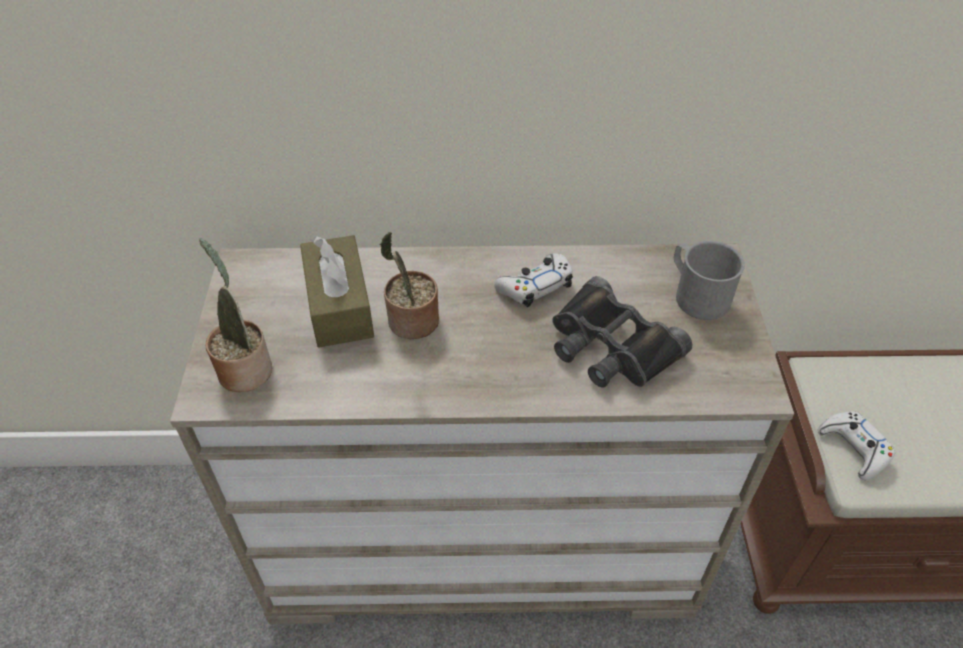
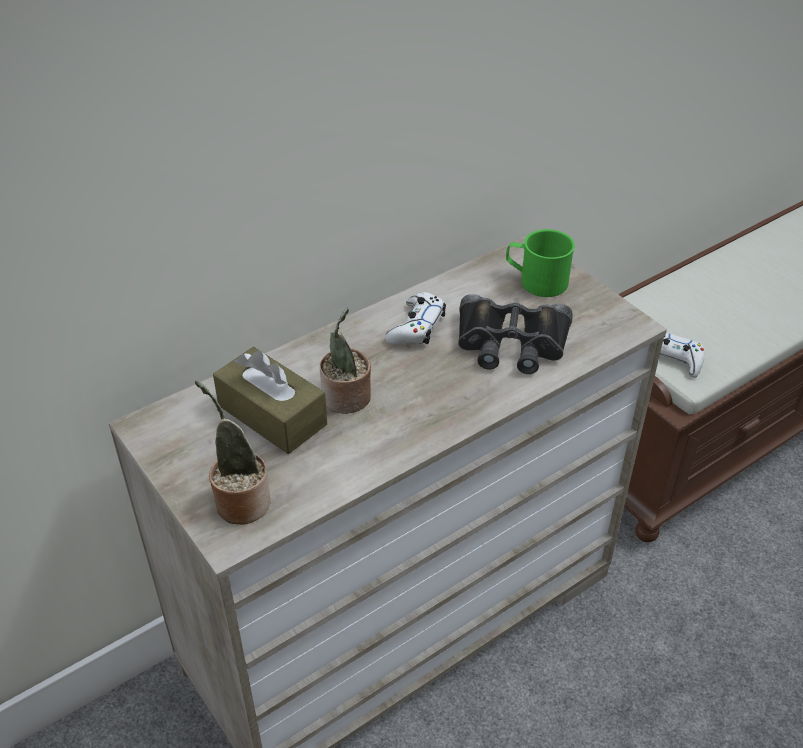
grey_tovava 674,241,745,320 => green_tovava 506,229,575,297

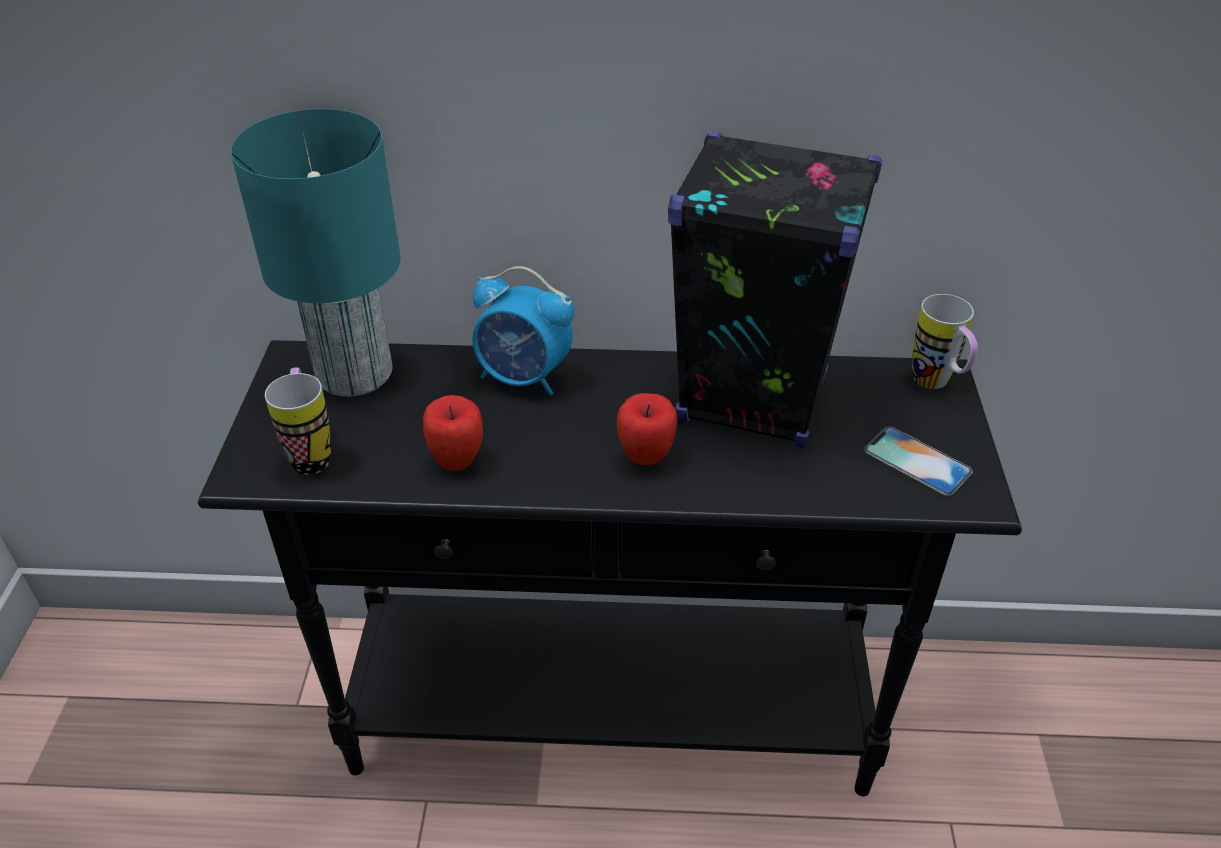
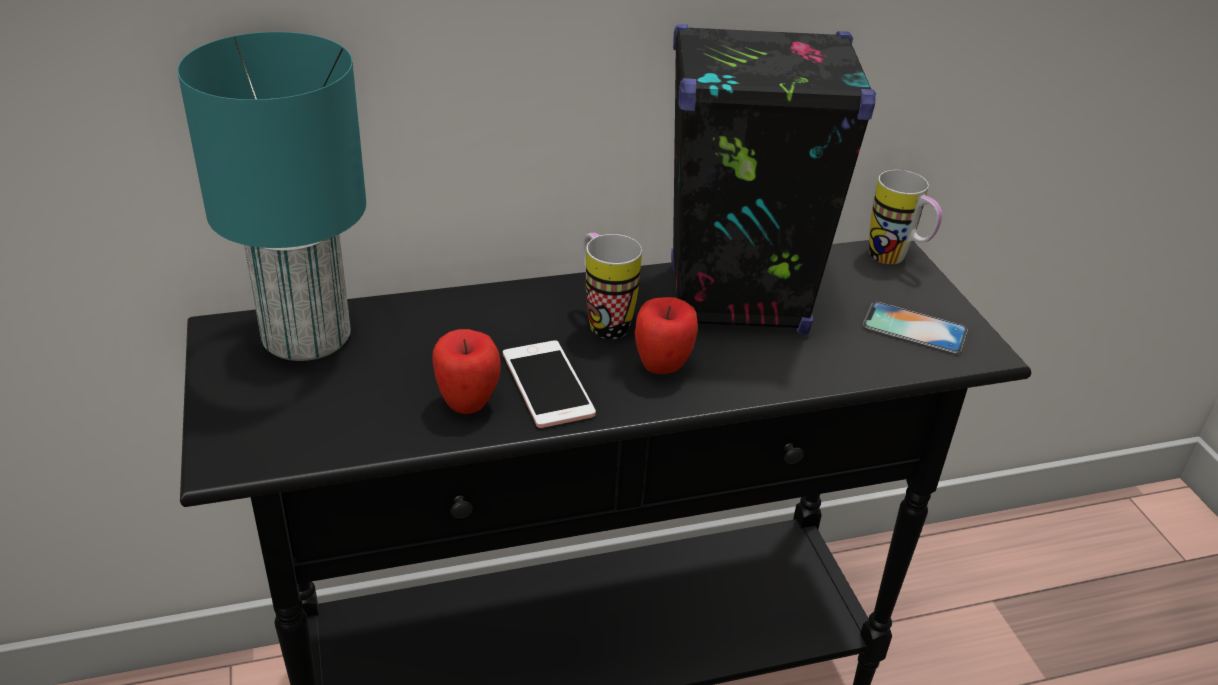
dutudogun 472,266,574,396 => nothing
tovava 265,367,331,475 => tovava 583,233,642,339, moved
nothing => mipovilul 503,340,596,428

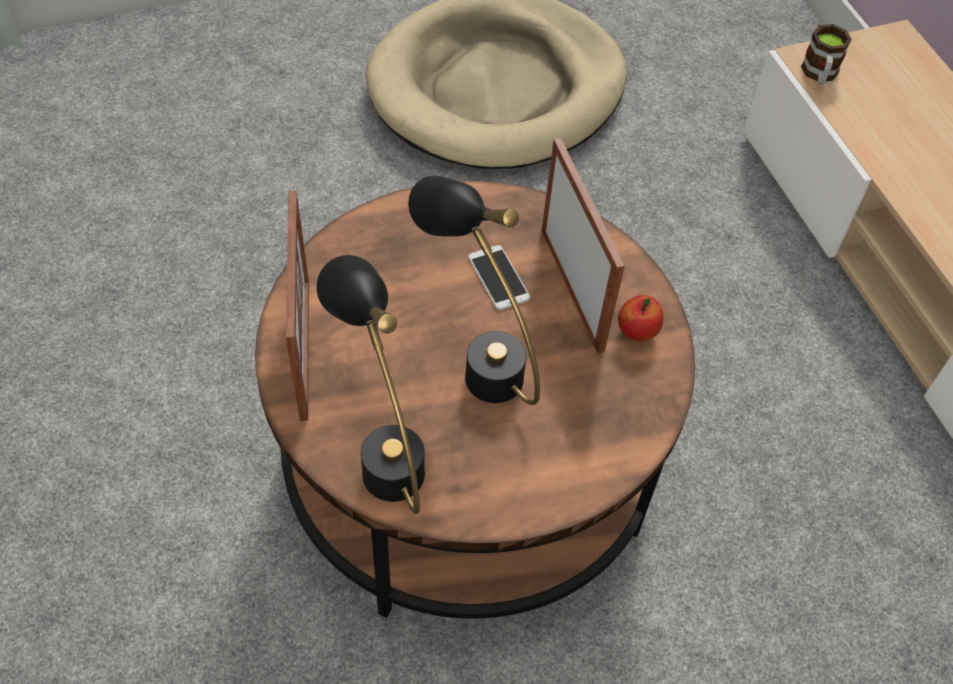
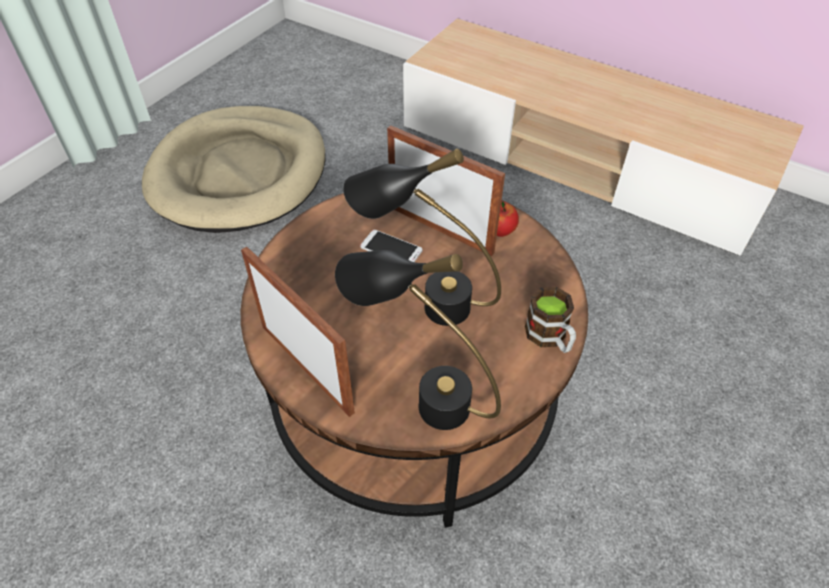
tovava 801,24,852,85 => tovava 525,287,576,353, moved

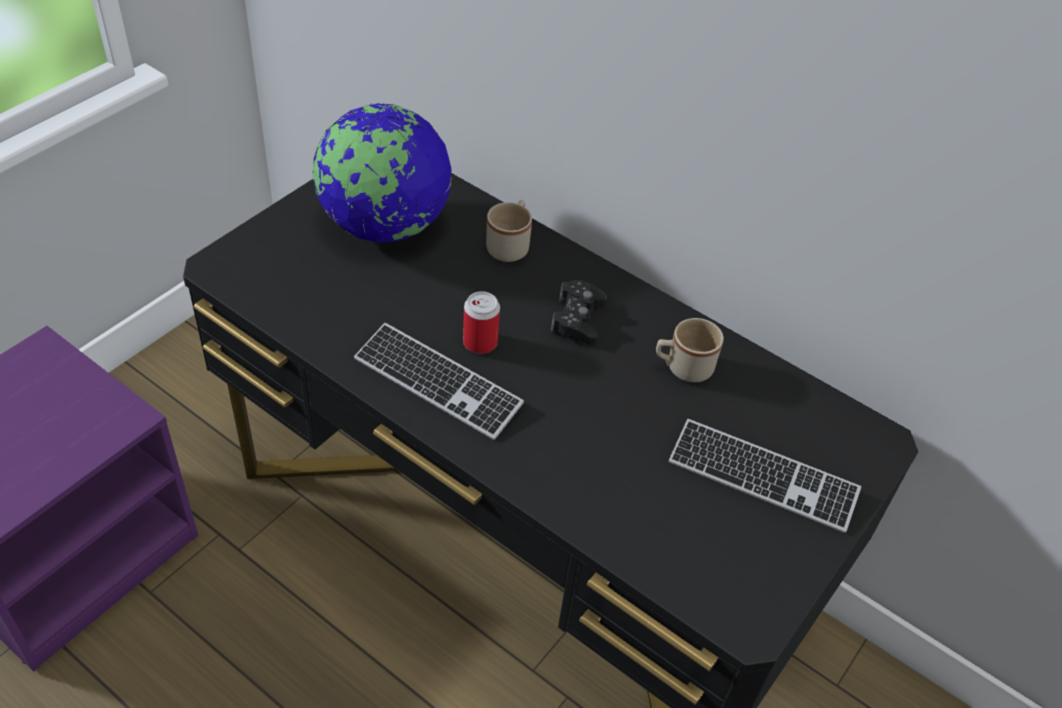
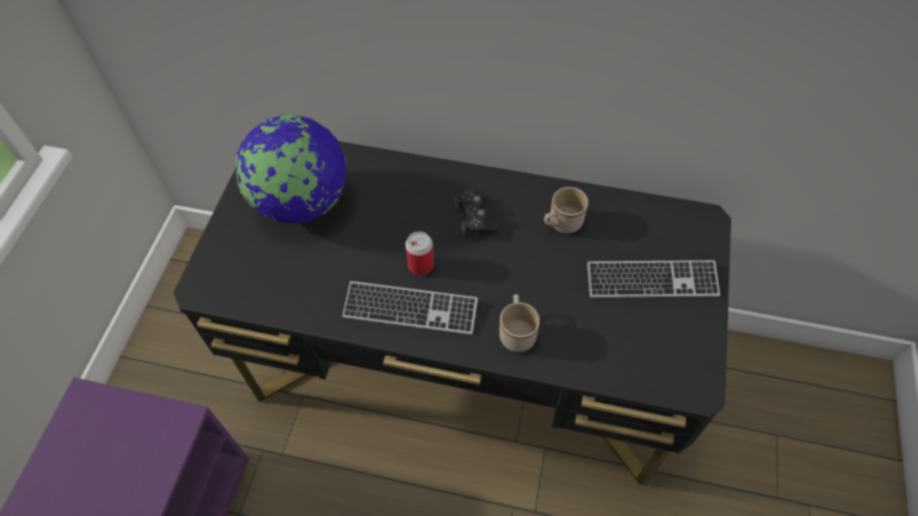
beige_tovava 486,200,532,262 => beige_tovava 499,294,540,352, moved

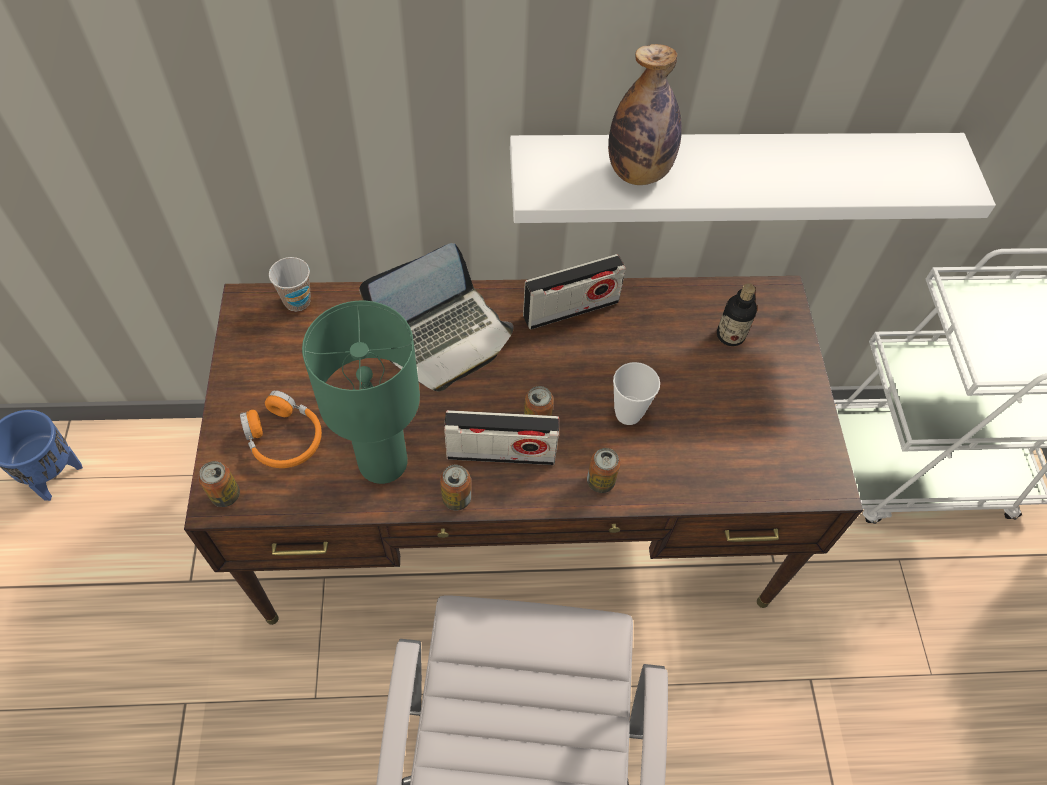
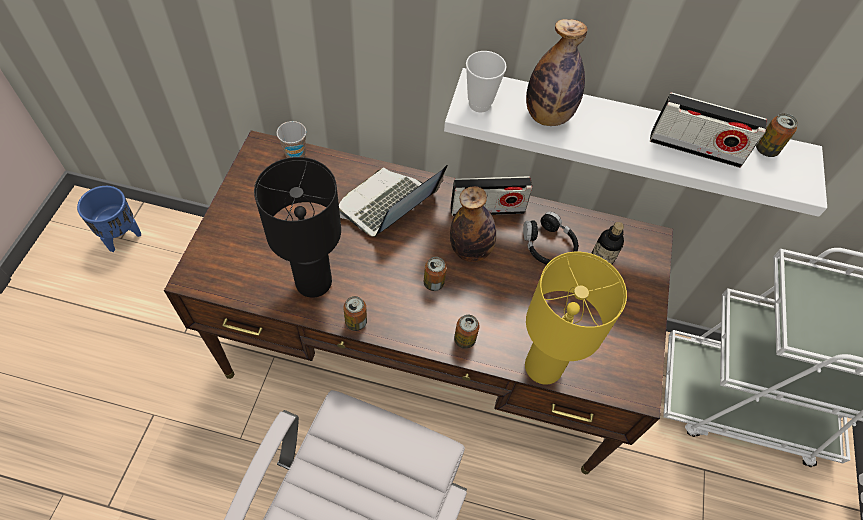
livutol 359,243,514,392 => livutol 339,165,448,237, 150 degrees clockwise
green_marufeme 302,301,420,484 => black_marufeme 254,157,341,298
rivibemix 613,362,660,425 => rivibemix 466,51,507,113, moved
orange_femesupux 240,390,322,468 => nothing
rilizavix 444,410,559,465 => rilizavix 650,92,767,168, moved
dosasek 199,461,240,507 => dosasek 756,113,798,157, moved
nothing => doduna 450,186,496,262
nothing => black_femesupux 523,211,578,265
nothing => yellow_marufeme 525,252,627,385

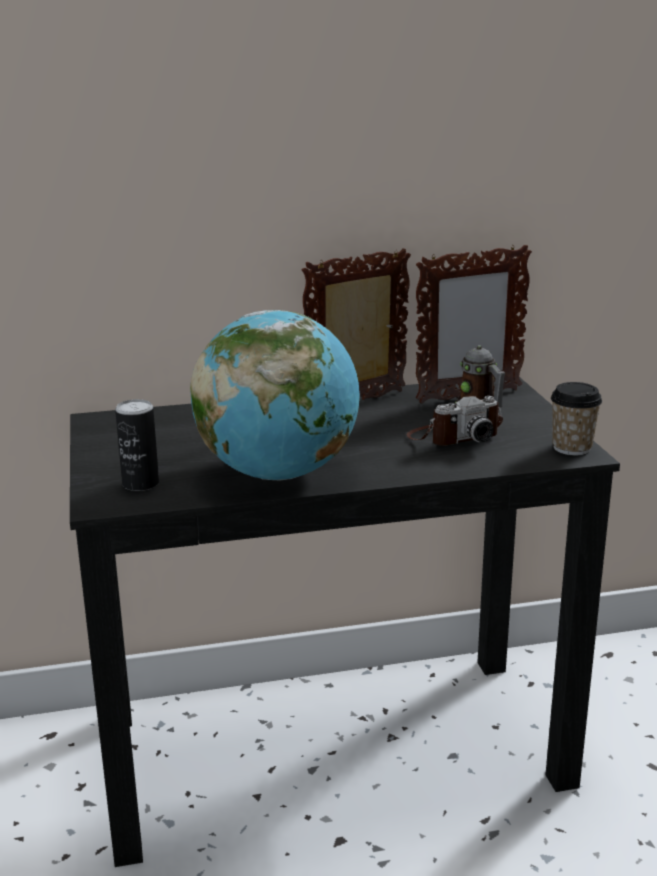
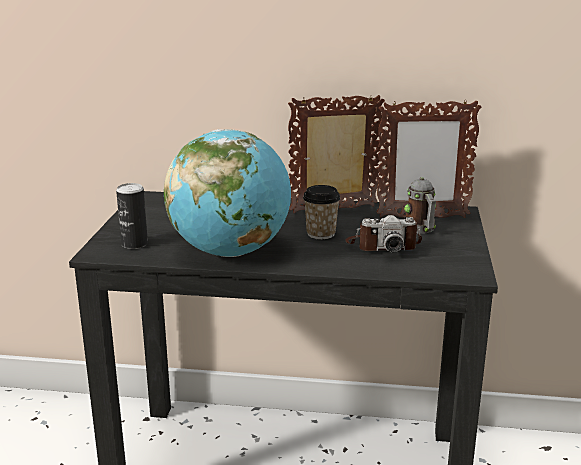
rivibemix 551,382,602,455 => rivibemix 303,185,340,240, moved

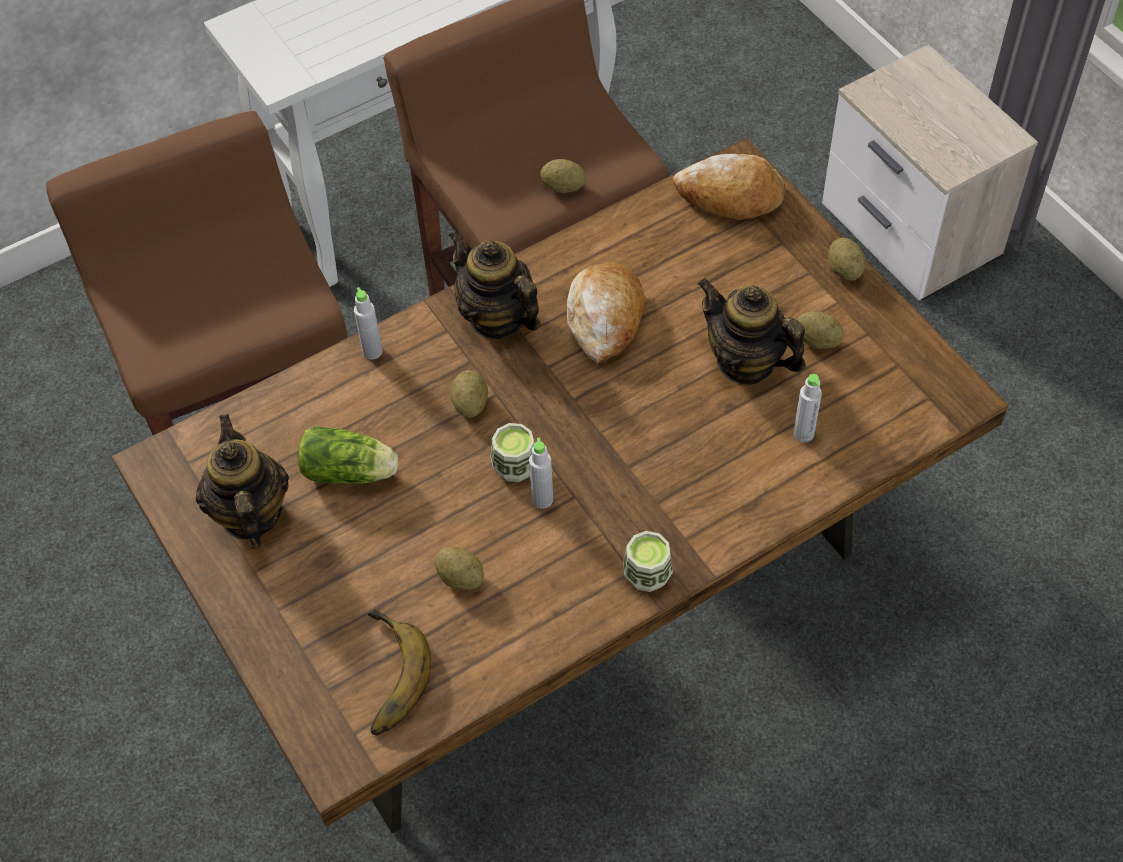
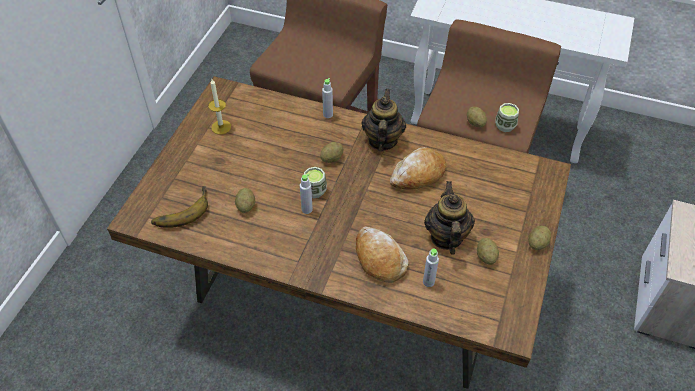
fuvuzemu 673,154,785,220 => fuvuzemu 356,226,409,283, moved
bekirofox 196,414,289,550 => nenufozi 208,79,231,134
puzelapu 298,426,398,484 => nothing
rivibemix 623,531,673,592 => rivibemix 495,103,519,132, moved

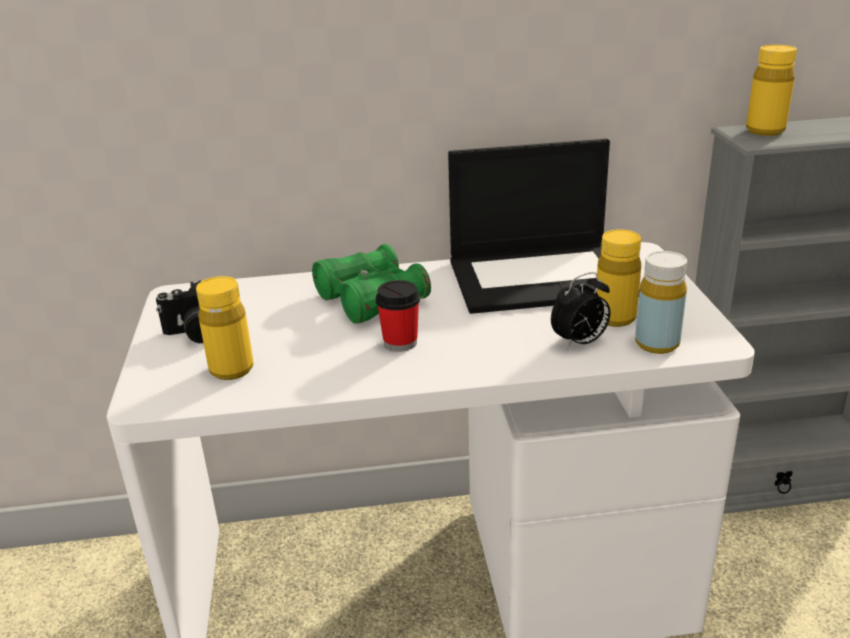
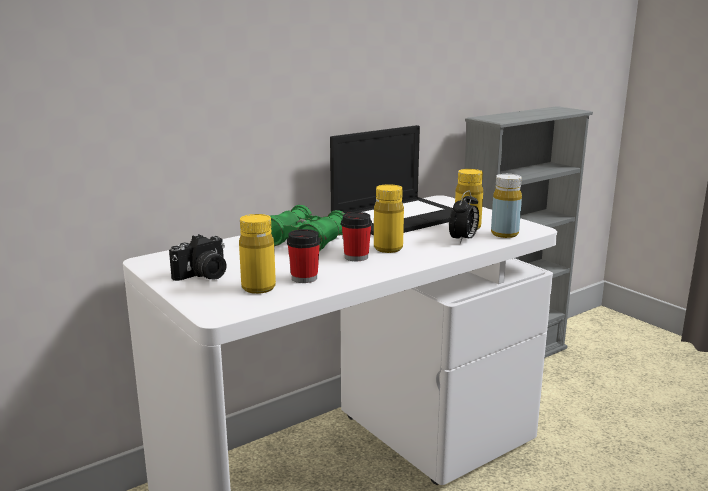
yellow_doduna 746,45,797,136 => yellow_doduna 374,184,404,253, moved
nothing => rivibemix 287,229,321,283

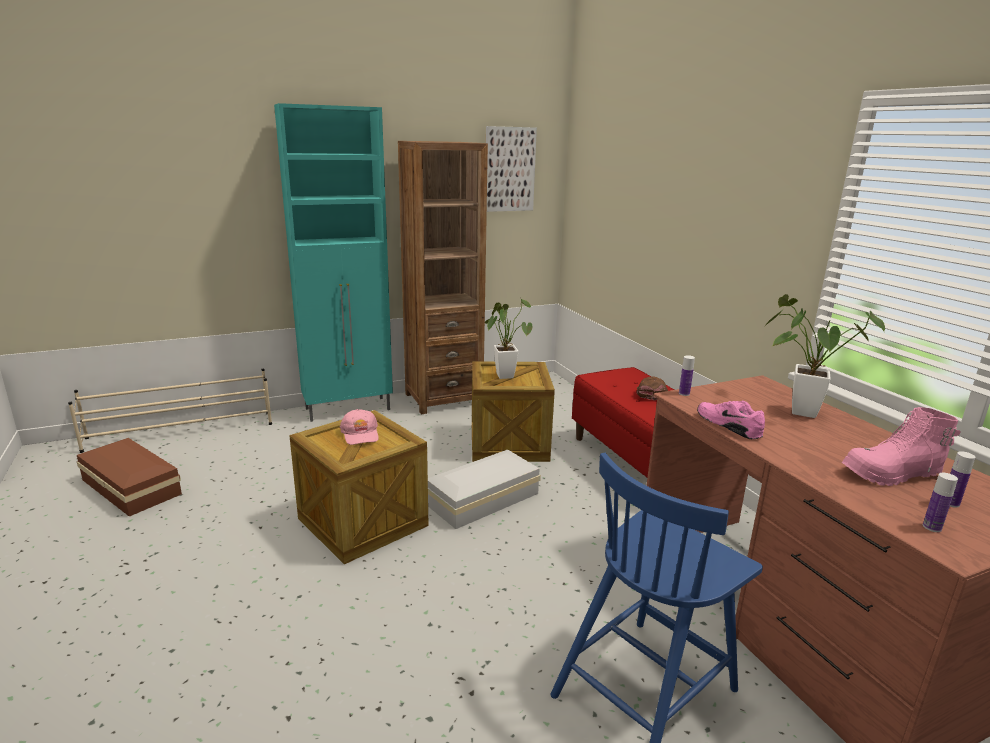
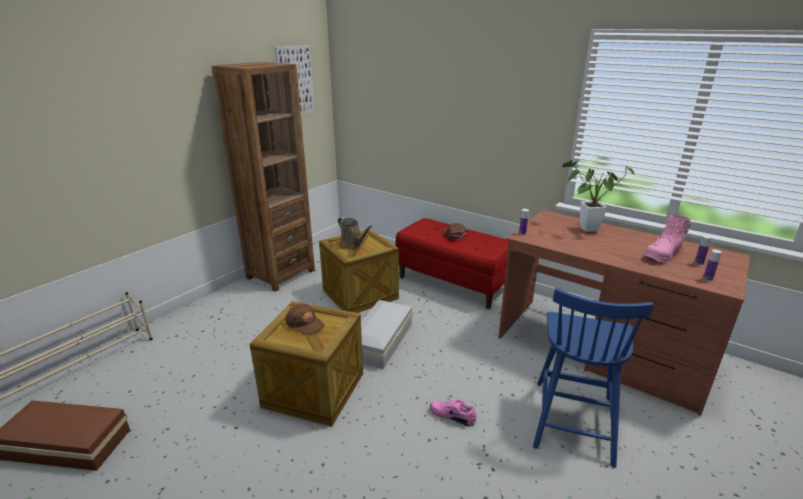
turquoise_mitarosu 274,103,393,422 => nothing
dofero 485,297,533,379 => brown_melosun 338,217,372,250
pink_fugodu 697,401,765,439 => pink_fugodu 430,400,476,426, moved
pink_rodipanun 340,409,379,445 => brown_rodipanun 285,304,324,335

